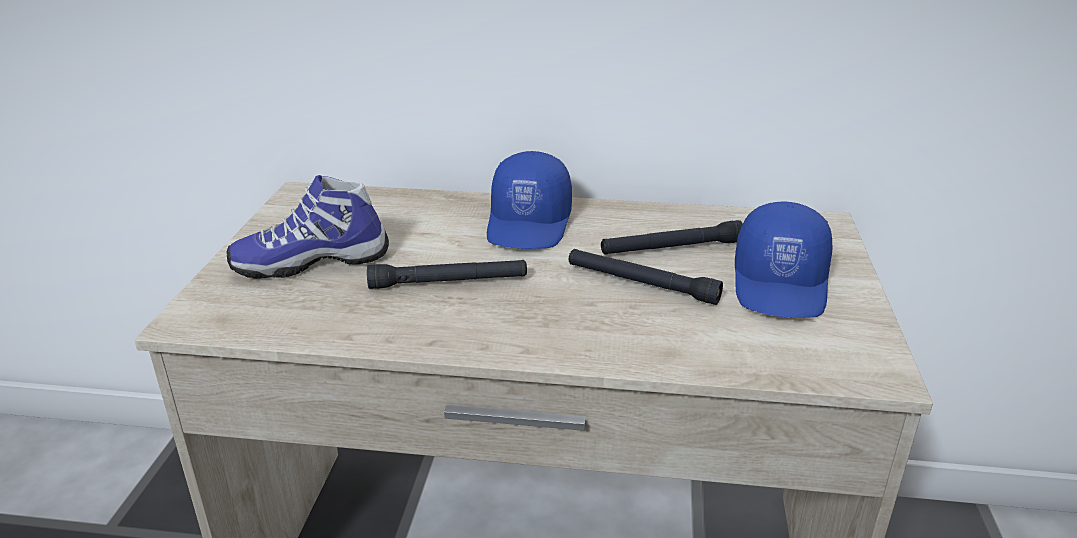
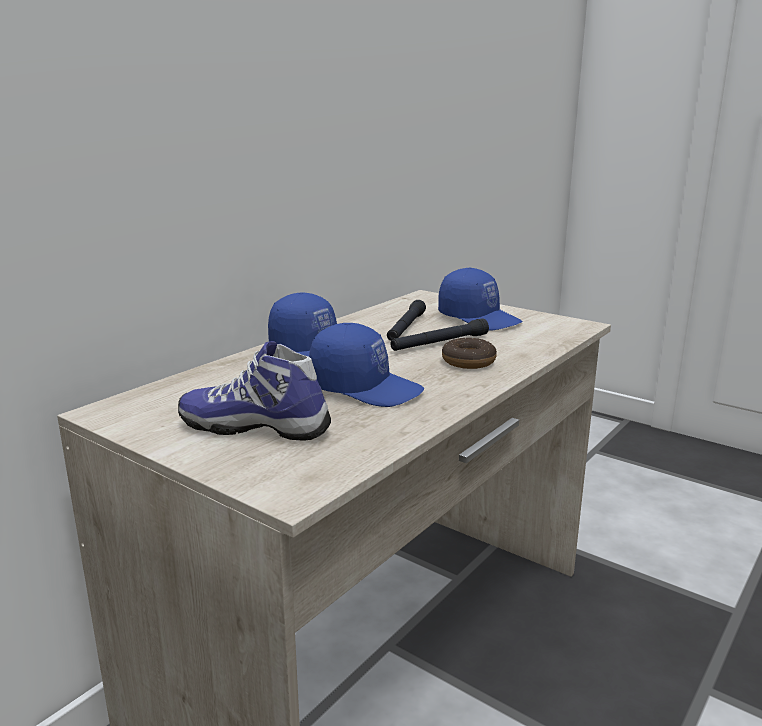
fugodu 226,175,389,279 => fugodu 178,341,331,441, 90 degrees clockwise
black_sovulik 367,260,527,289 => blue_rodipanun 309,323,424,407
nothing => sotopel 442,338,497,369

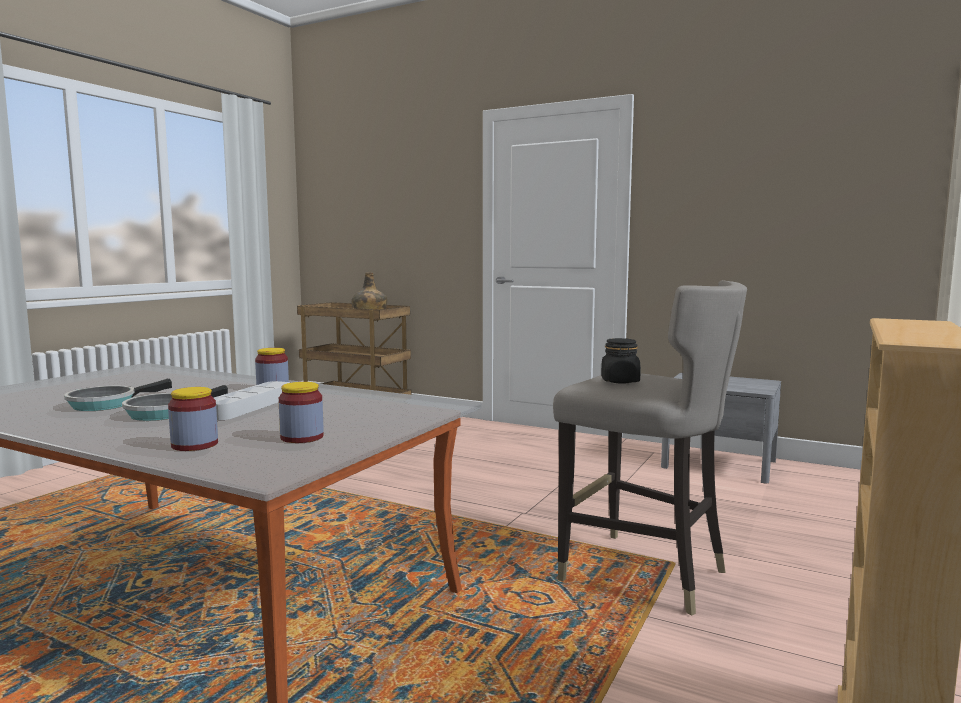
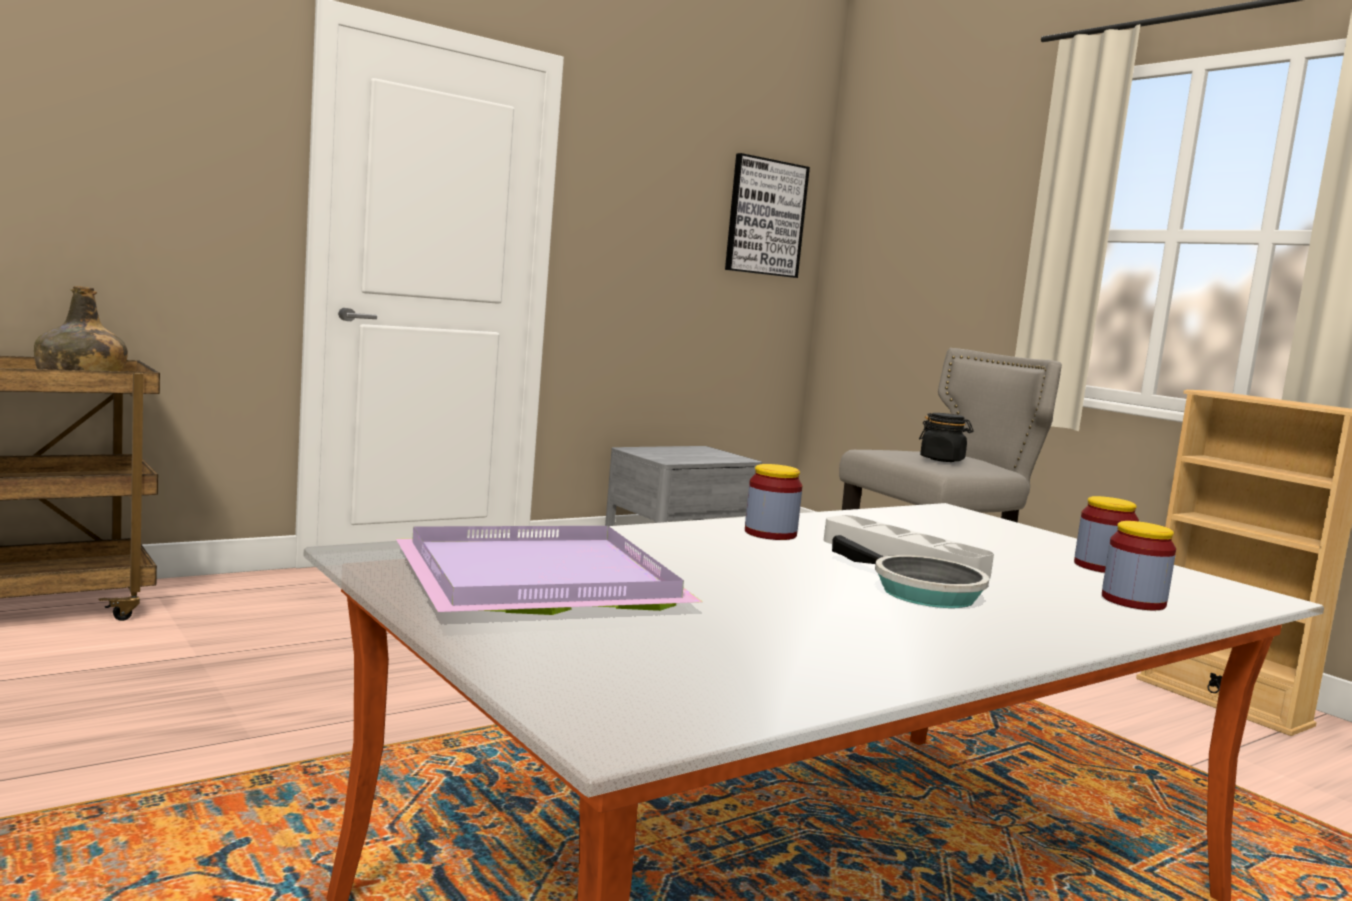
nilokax 64,379,172,411 => nothing
nothing => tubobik 725,153,810,278
nothing => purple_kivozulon 396,526,703,615

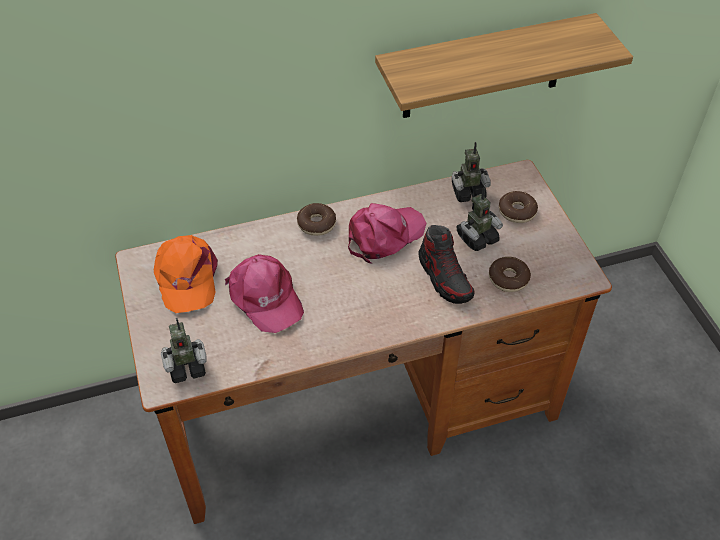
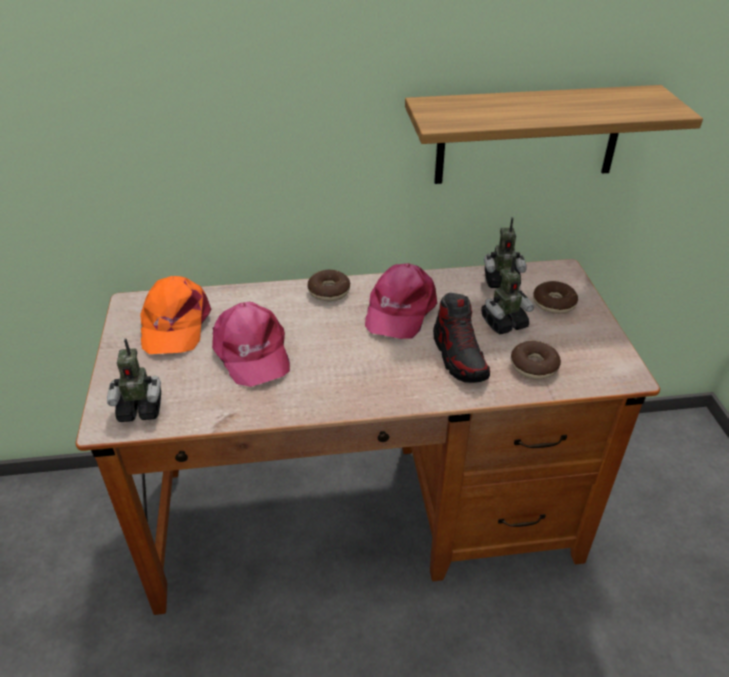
pink_rodipanun 348,203,426,264 => pink_rodipanun 365,263,437,339, 135 degrees clockwise

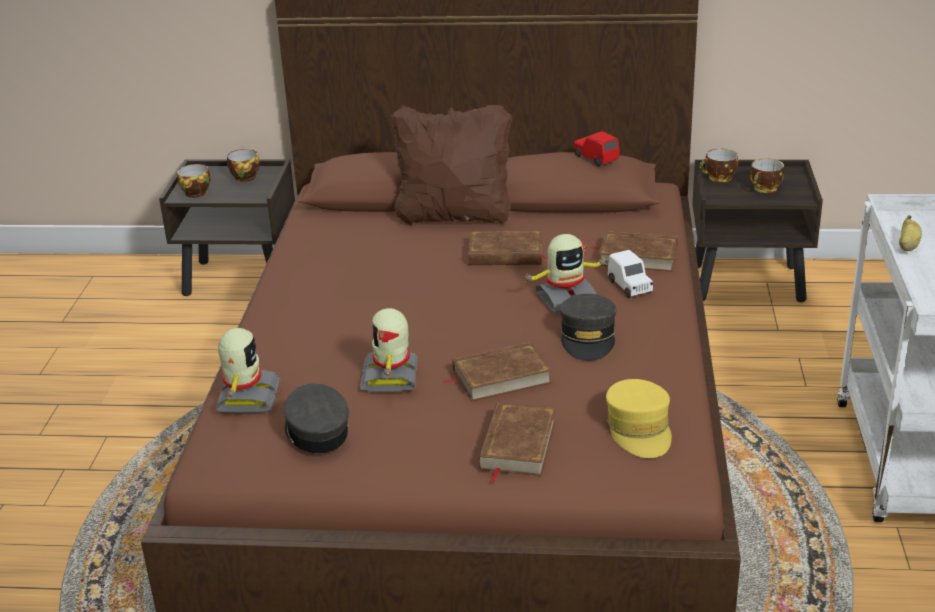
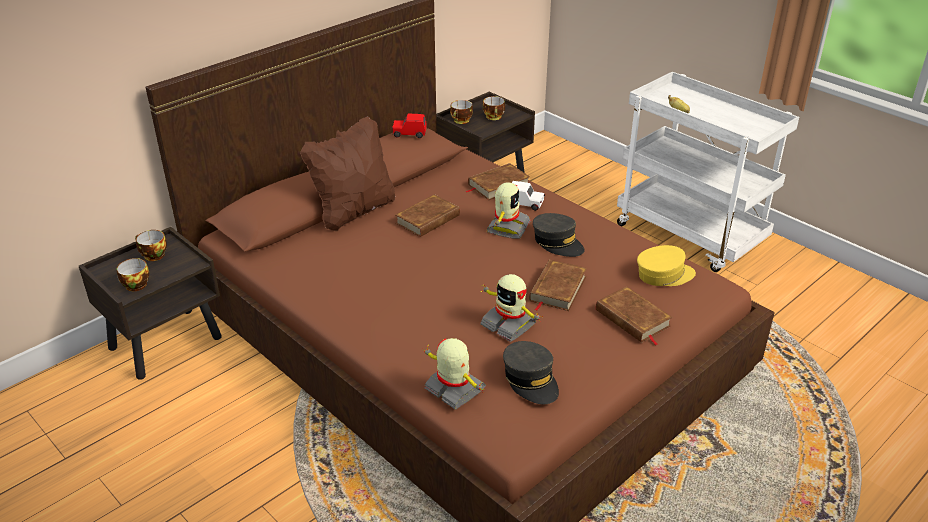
yellow_rodipanun 606,379,672,458 => yellow_rodipanun 637,245,696,286, 45 degrees counterclockwise
grey_rodipanun 284,383,349,453 => grey_rodipanun 503,341,559,404, 135 degrees counterclockwise

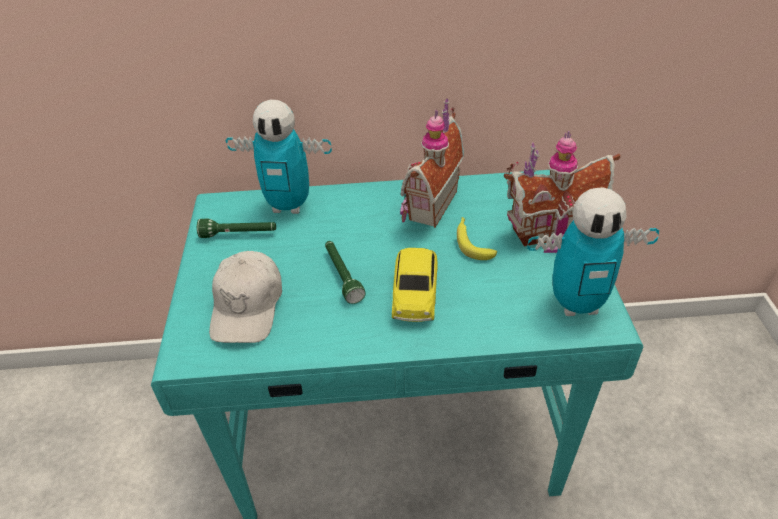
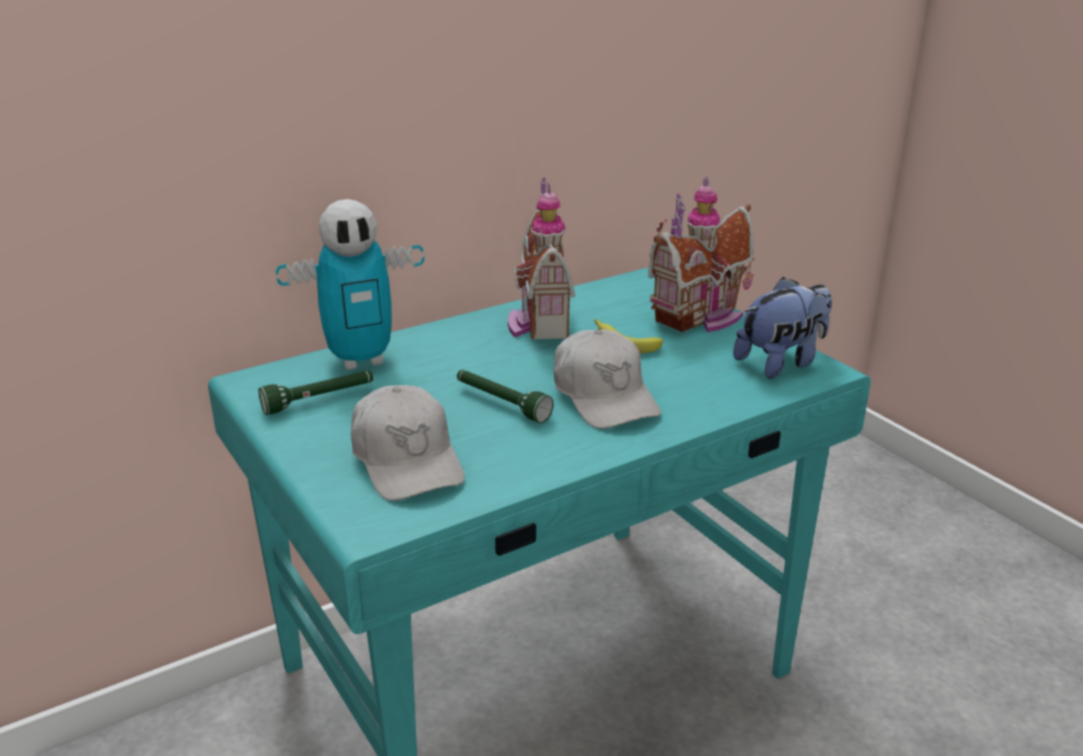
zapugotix 527,188,659,316 => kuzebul 733,277,832,379
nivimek 392,248,438,322 => white_rodipanun 554,329,661,429

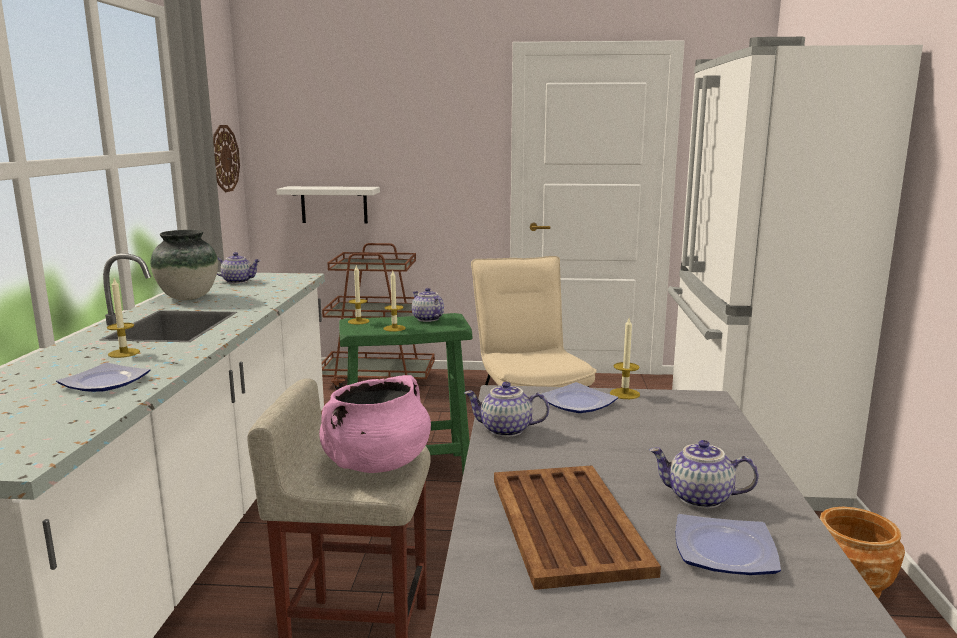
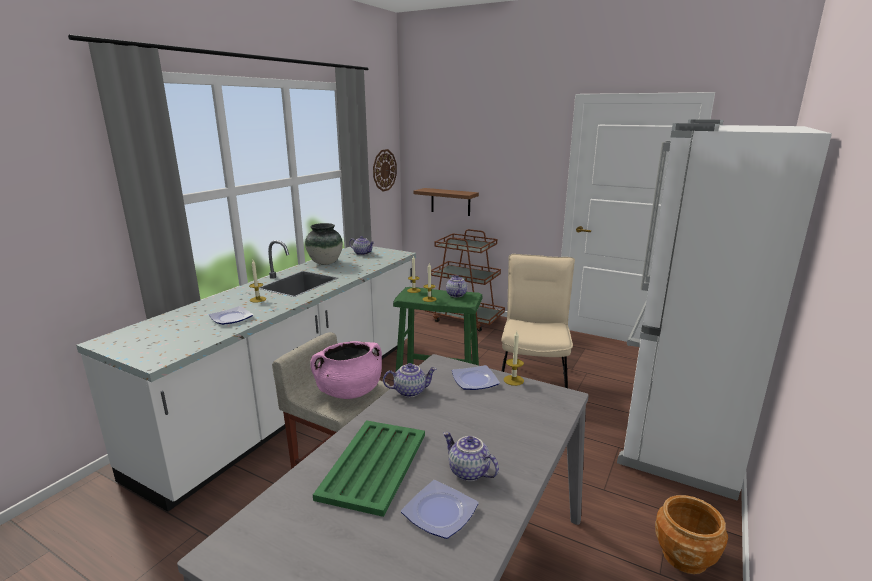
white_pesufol 276,186,380,224 => brown_pesufol 413,188,479,216
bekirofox 464,382,549,437 => bekirofox 383,363,437,397, 135 degrees clockwise
brown_kivozulon 494,465,661,590 => green_kivozulon 313,420,425,517

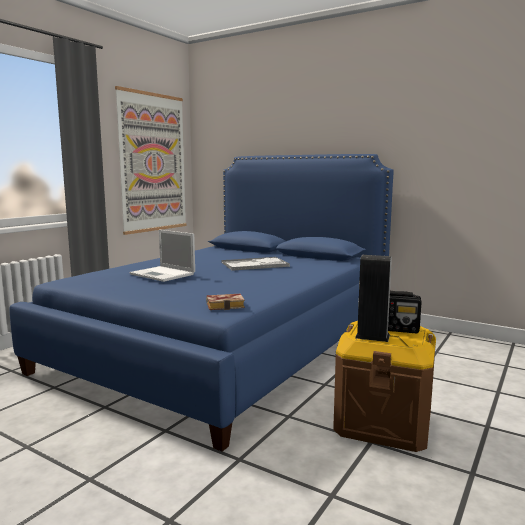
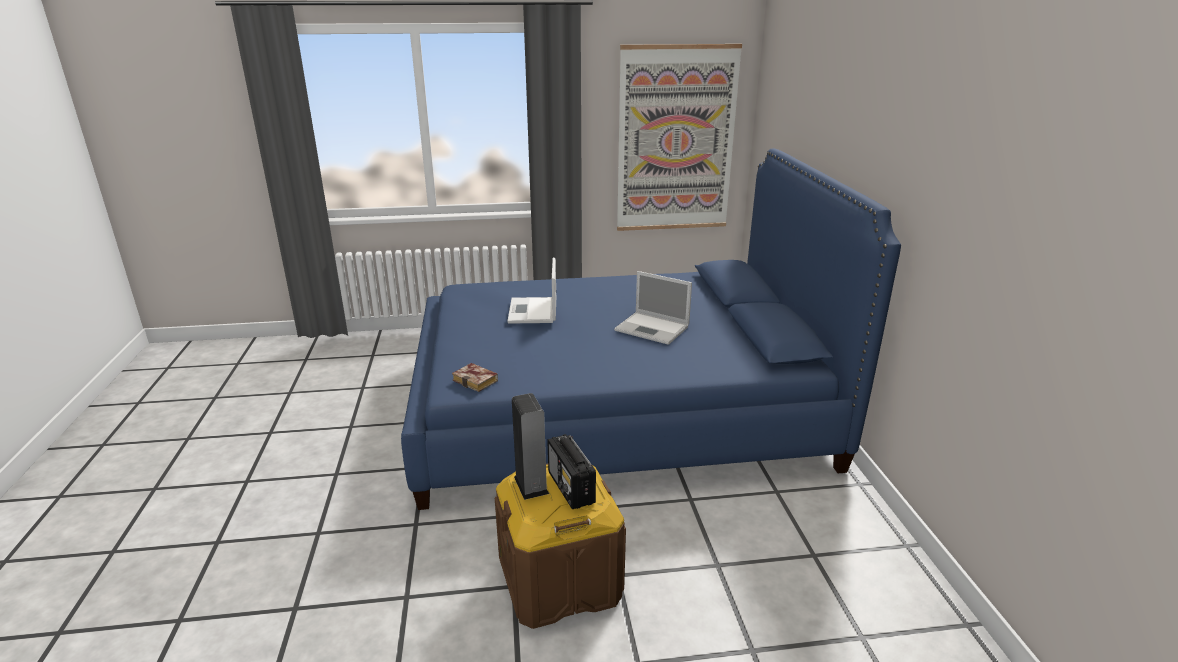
kivozulon 222,257,290,271 => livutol 614,271,692,345

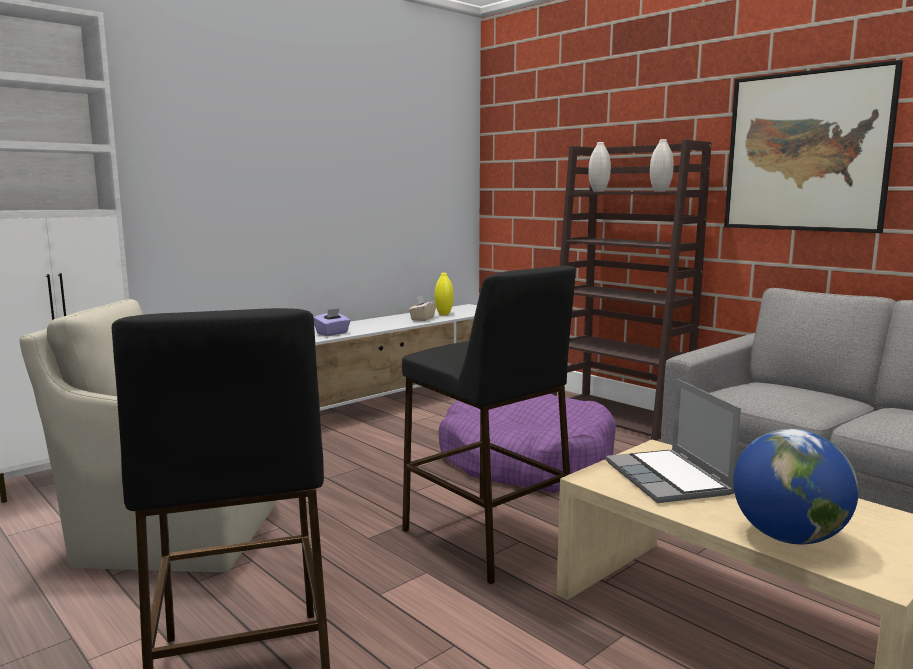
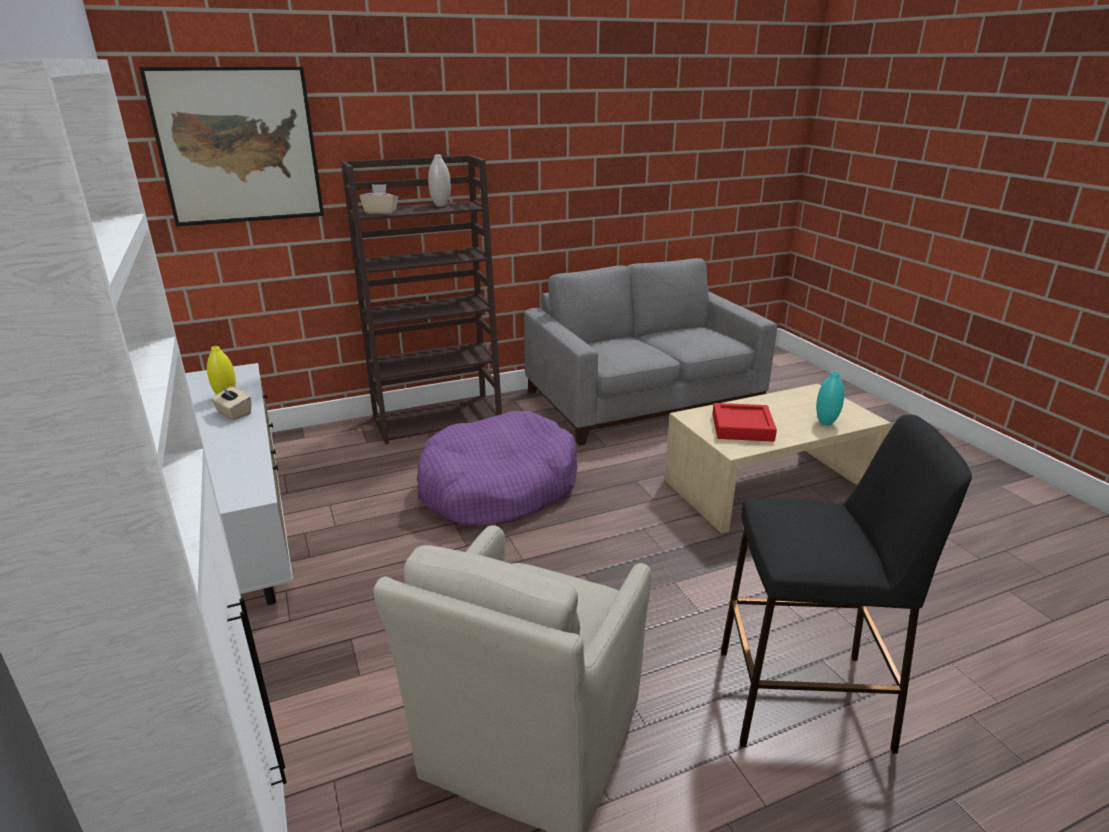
tubobik 724,60,903,233 => tubobik 139,67,324,226, moved
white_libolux 588,142,611,191 => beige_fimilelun 360,184,398,214
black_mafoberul 402,266,576,584 => nothing
purple_fimilelun 314,308,351,336 => nothing
livutol 606,379,741,503 => red_kivozulon 712,403,777,442
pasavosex 733,429,859,544 => turquoise_libolux 816,371,844,425

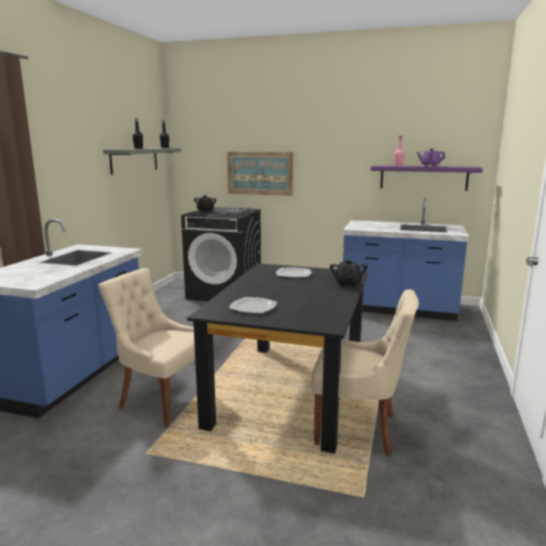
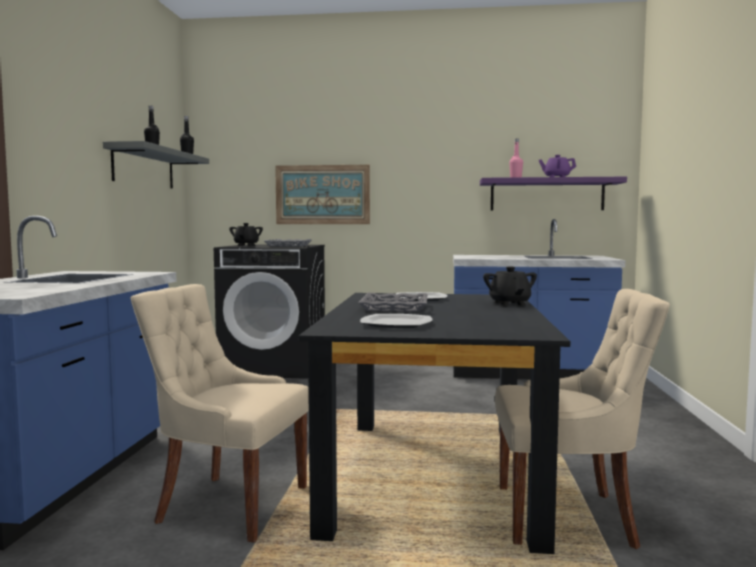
nothing => grey_kivozulon 358,293,428,312

